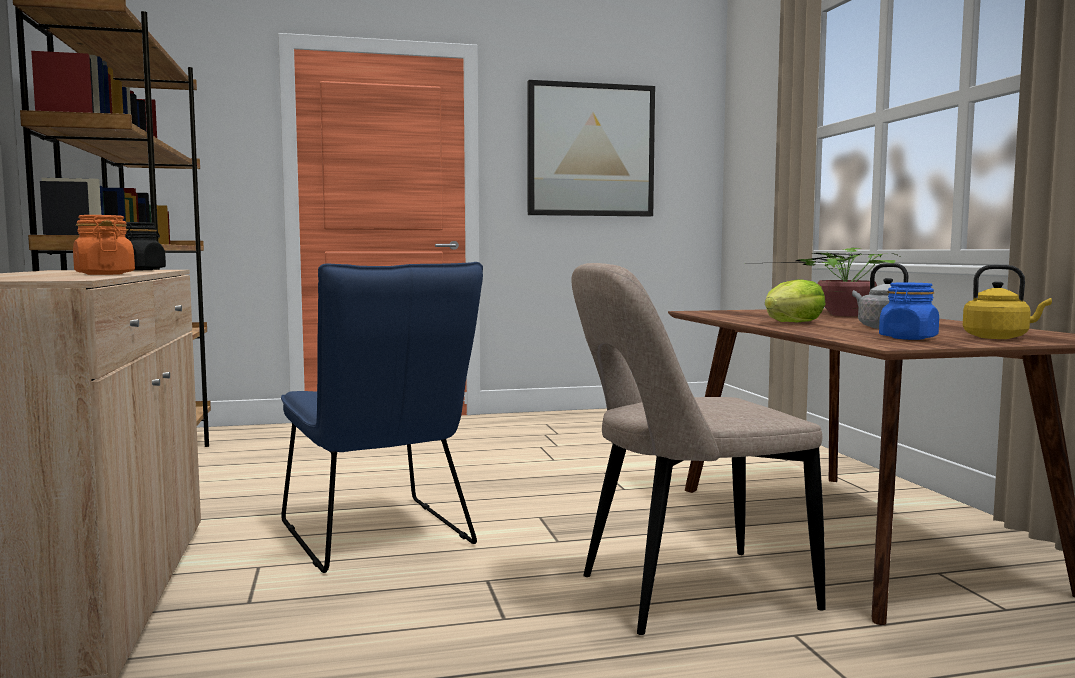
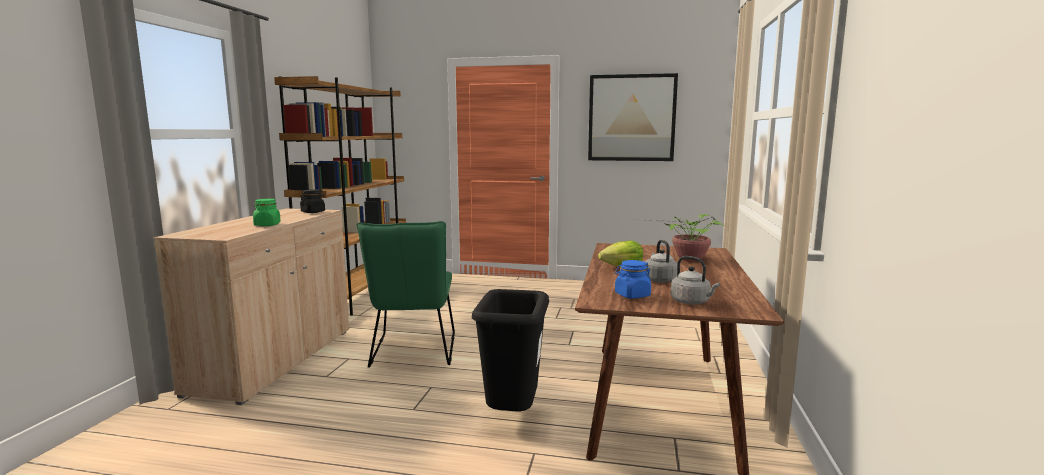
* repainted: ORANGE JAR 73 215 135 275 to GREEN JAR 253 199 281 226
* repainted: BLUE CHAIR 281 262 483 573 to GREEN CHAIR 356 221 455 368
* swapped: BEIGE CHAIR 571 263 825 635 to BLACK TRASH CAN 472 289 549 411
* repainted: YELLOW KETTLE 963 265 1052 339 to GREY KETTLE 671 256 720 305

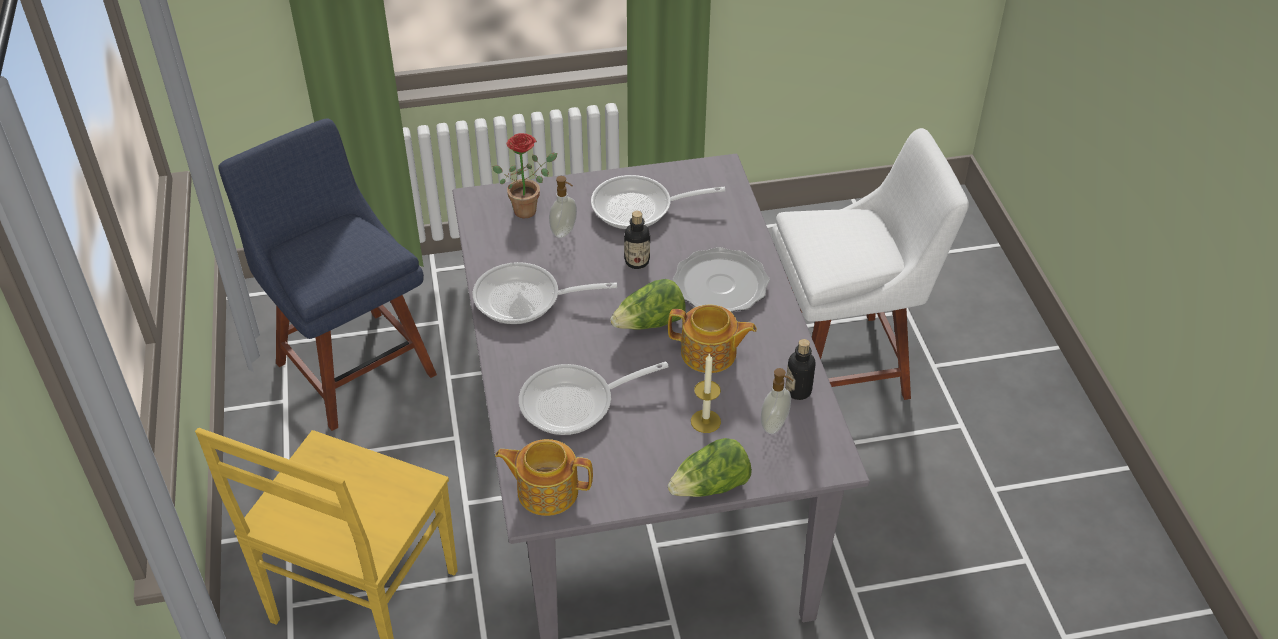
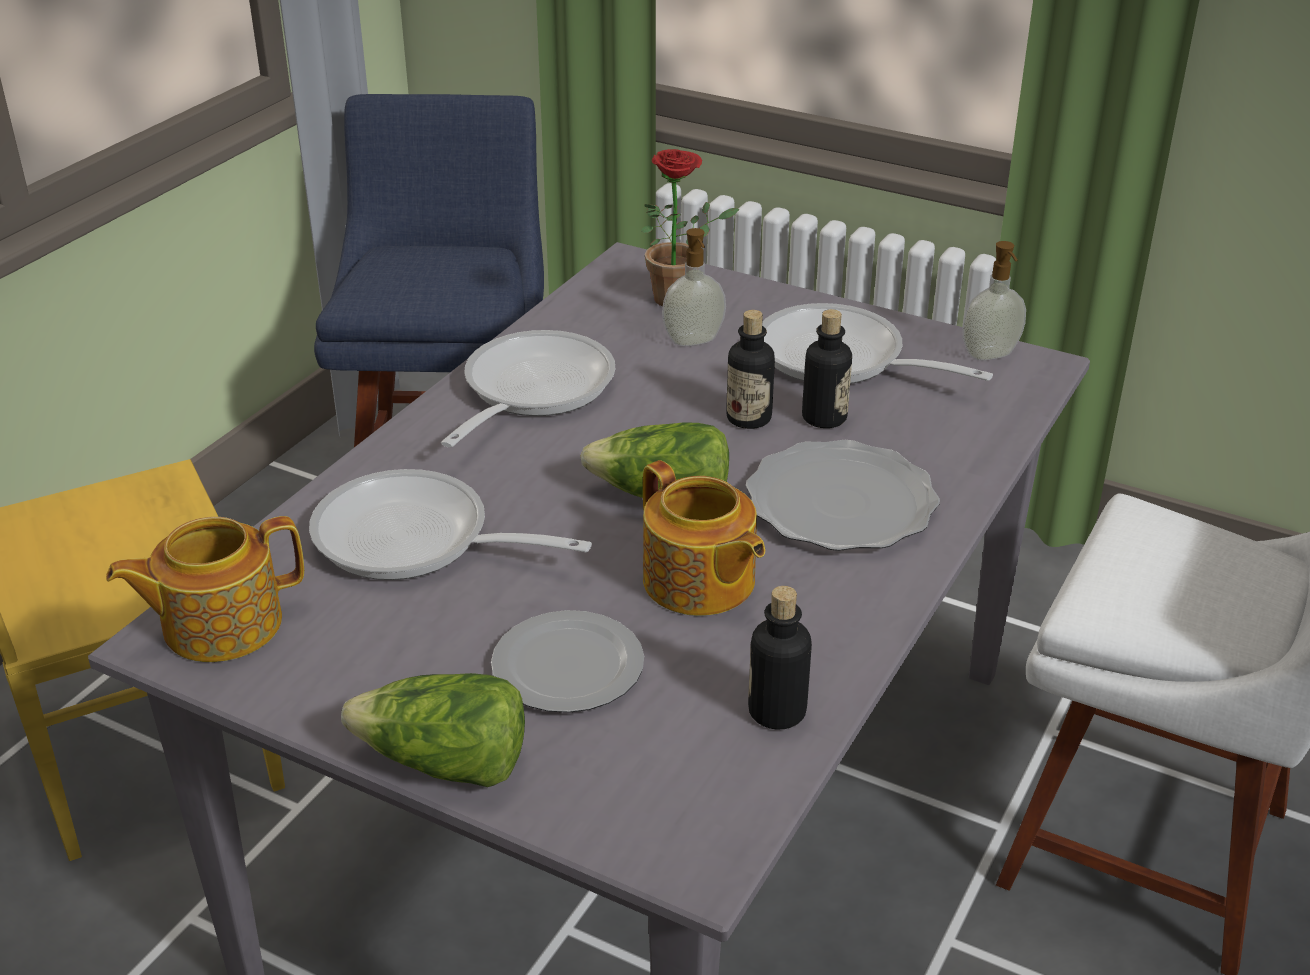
* rotated: TEAPOT 495 439 593 516 = 106 516 304 662 75 degrees counterclockwise
* rotated: FRYING PAN 473 262 617 324 = 441 330 615 447 75 degrees clockwise
* swapped: CANDLE 691 353 721 433 to PLATE 491 610 644 713
* new: BOTTLE 802 309 852 428
* shifted: SOAP DISPENSER 761 368 794 434 to 962 241 1026 360

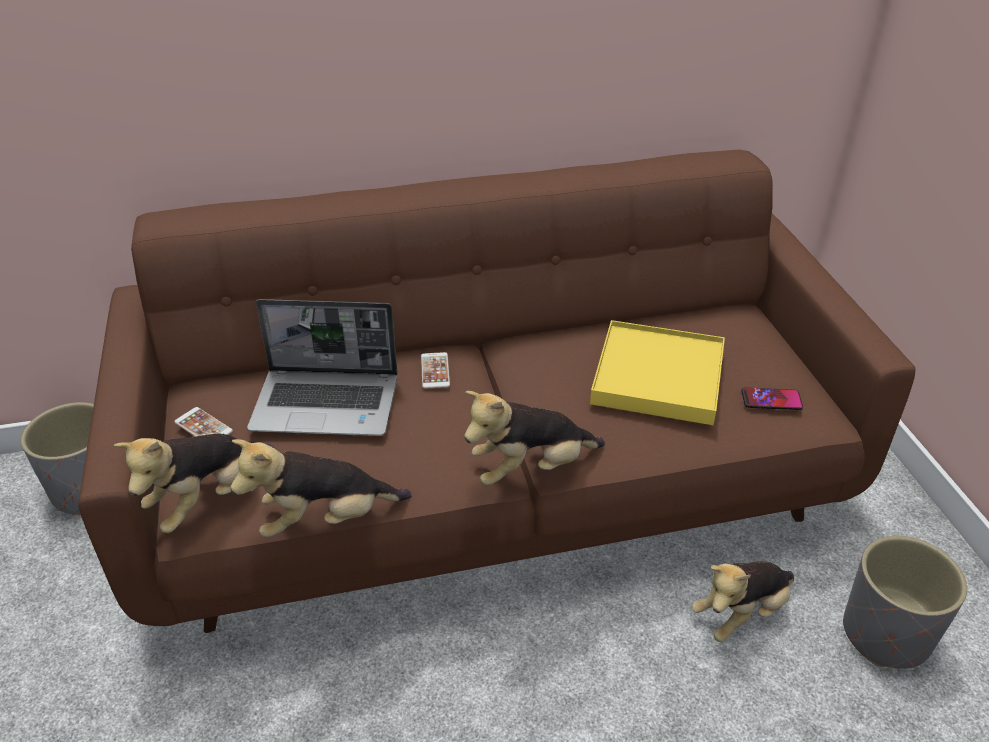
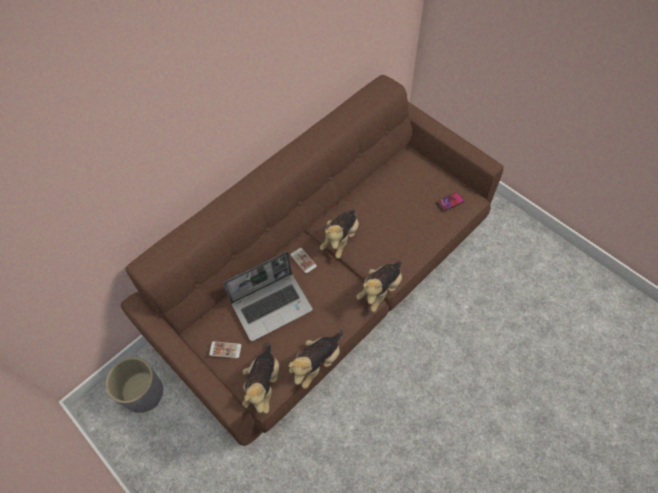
* shifted: PLUSH TOY 692 562 794 642 to 320 208 359 259
* gone: YELLOW TRAY 590 320 725 425
* gone: GREY PLANTER 843 536 967 669

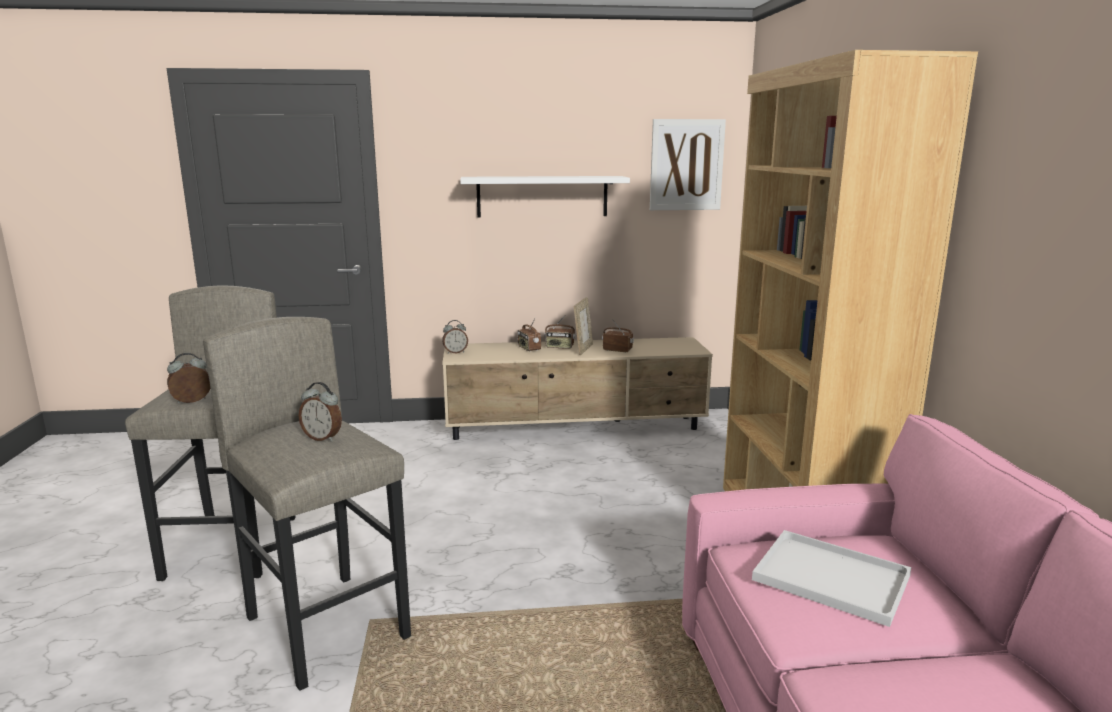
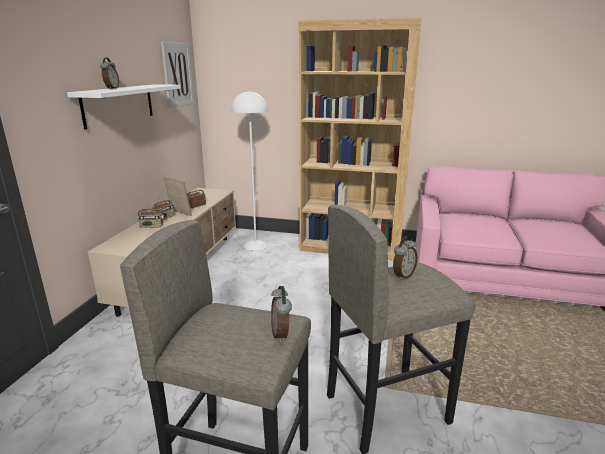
* shifted: ALARM CLOCK 442 320 468 354 to 100 57 119 89
* new: WHITE FLOOR LAMP 231 90 268 251
* gone: WHITE TRAY 752 530 911 627

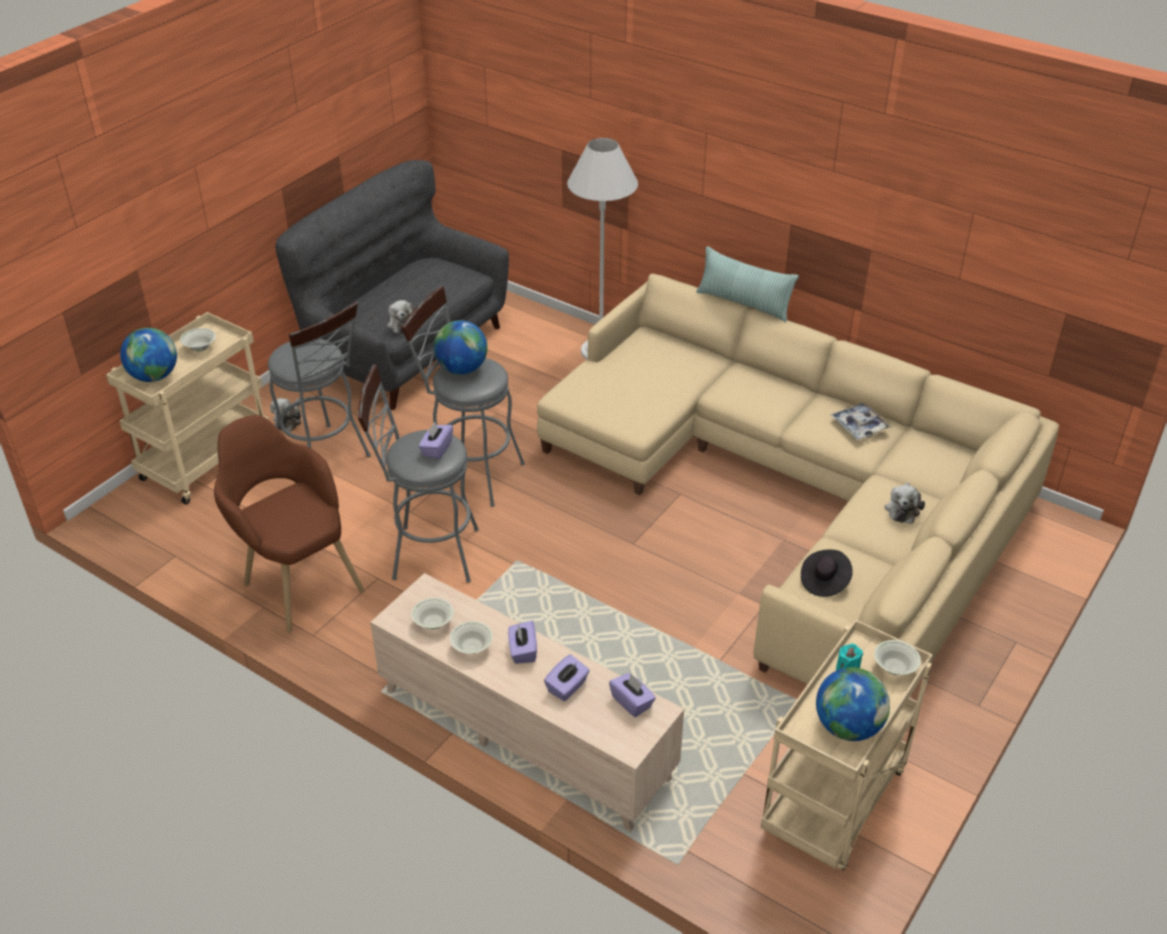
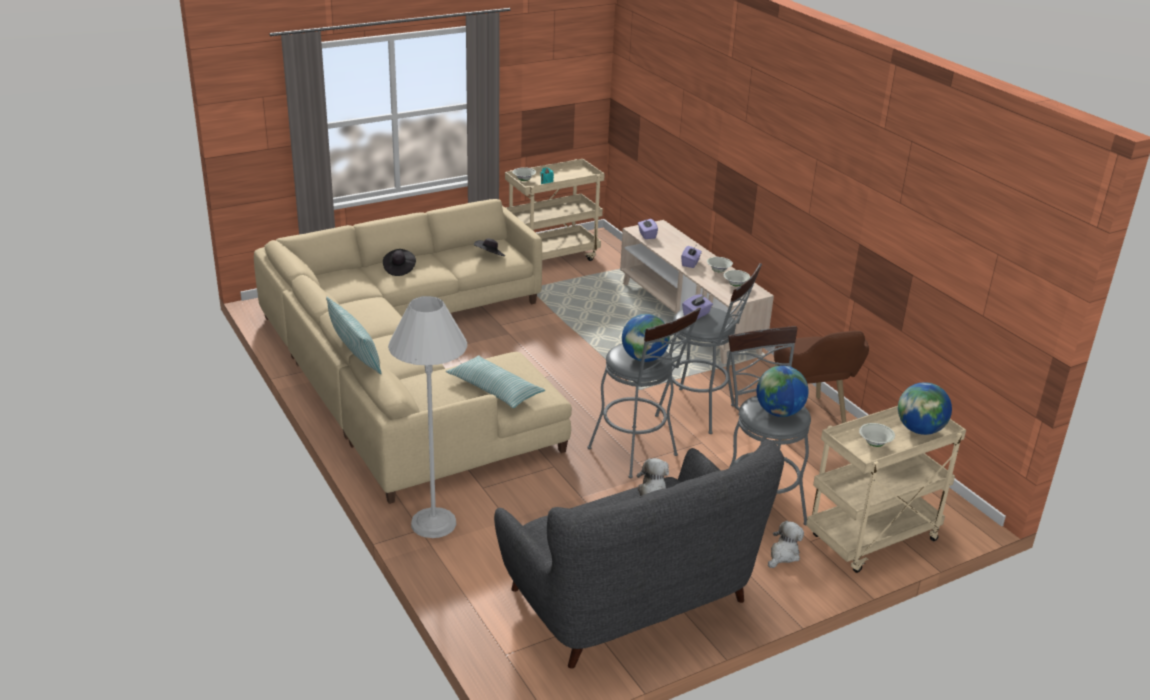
* swapped: PLUSH TOY 884 483 925 524 to BLACK HAT 383 249 416 276
* new: PILLOW 446 355 545 408
* shifted: GLOBE 816 667 890 741 to 756 365 809 417
* gone: PURPLE TISSUE BOX 544 655 590 701
* gone: TRAY 830 403 892 440

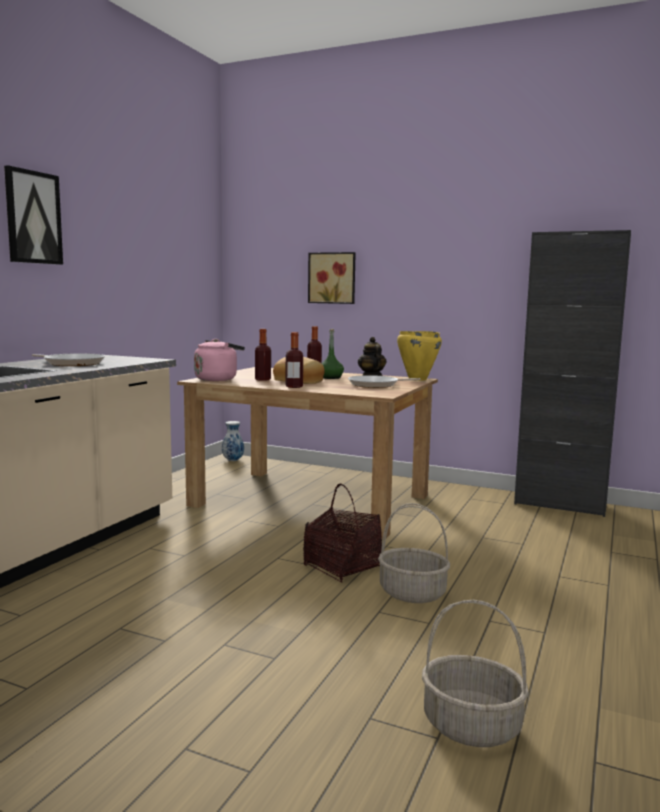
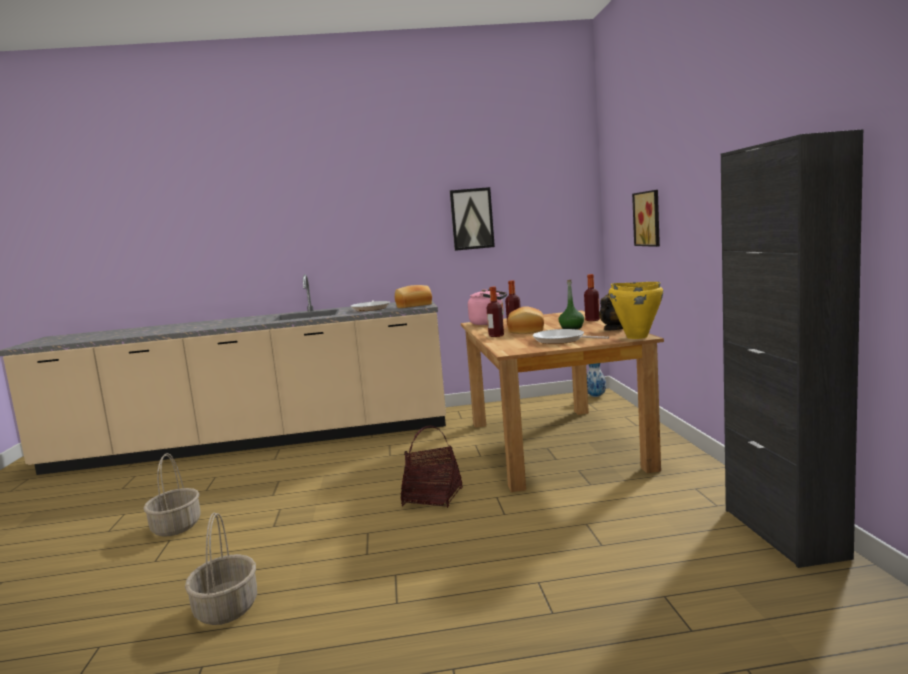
* shifted: BASKET 378 503 450 603 to 143 453 201 537
* new: BREAD 395 285 432 308
* shifted: PICTURE 4 165 63 265 to 450 187 495 251

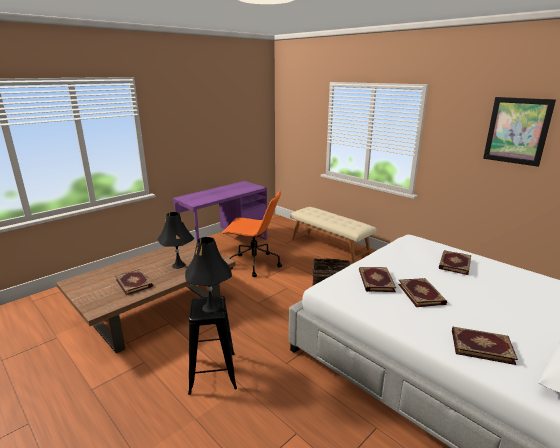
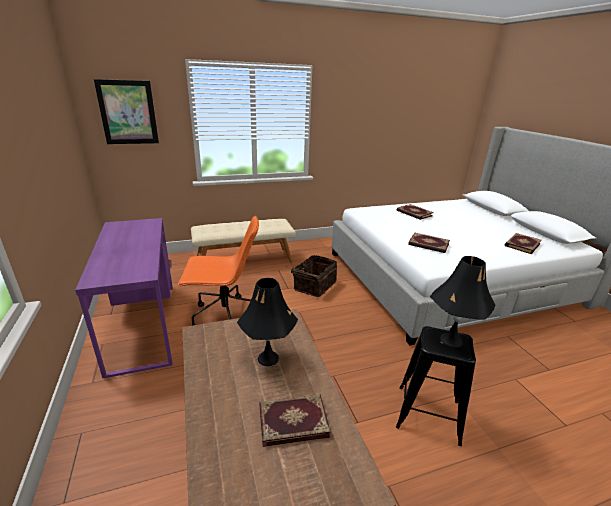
* shifted: PICTURE 483 97 556 167 to 94 79 159 144
* rotated: ORANGE OFFICE CHAIR 222 191 282 277 = 178 215 259 326 45 degrees clockwise
* gone: BOOK 398 278 447 307

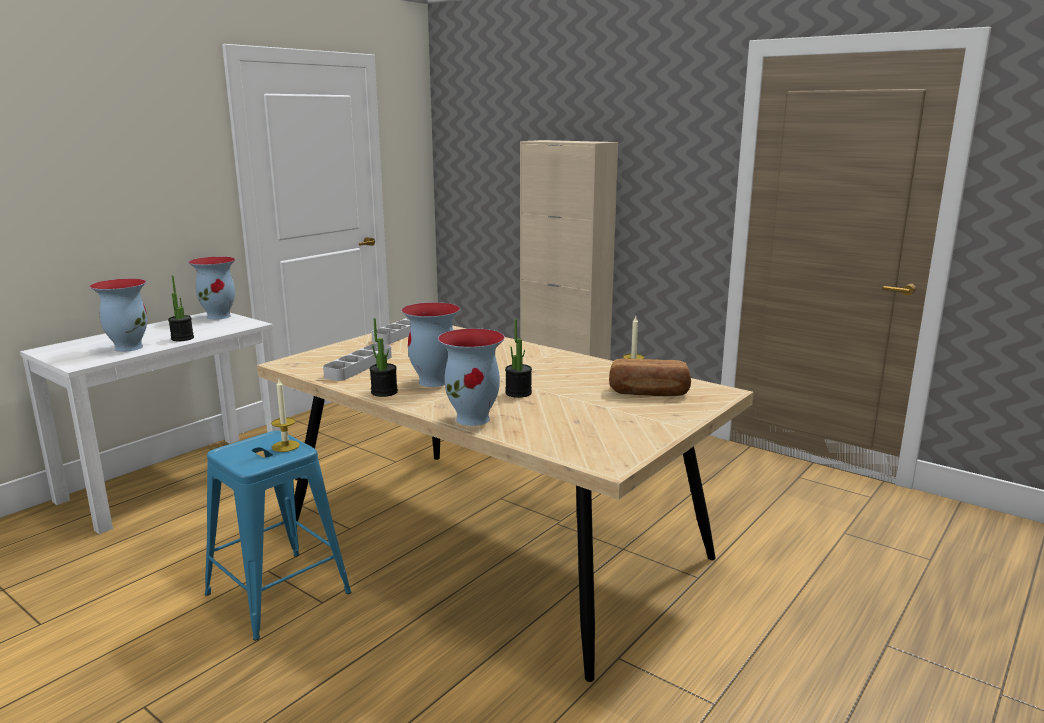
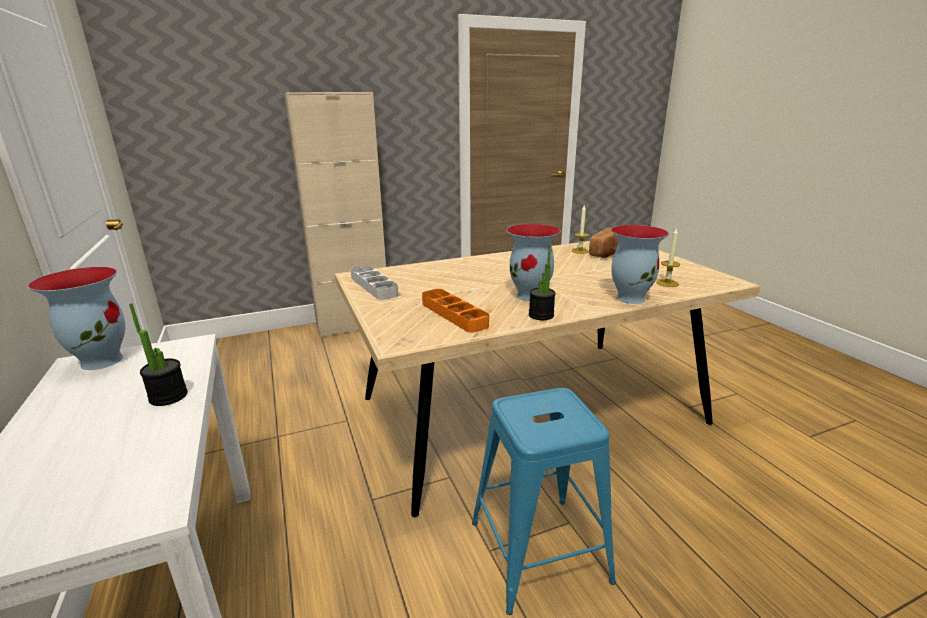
* repainted: GREY TRAY 323 343 392 381 to ORANGE TRAY 422 289 489 333
* shifted: CANDLE 271 379 300 452 to 656 227 681 287
* gone: VASE 90 278 147 352
* gone: POTTED PLANT 505 319 532 398

